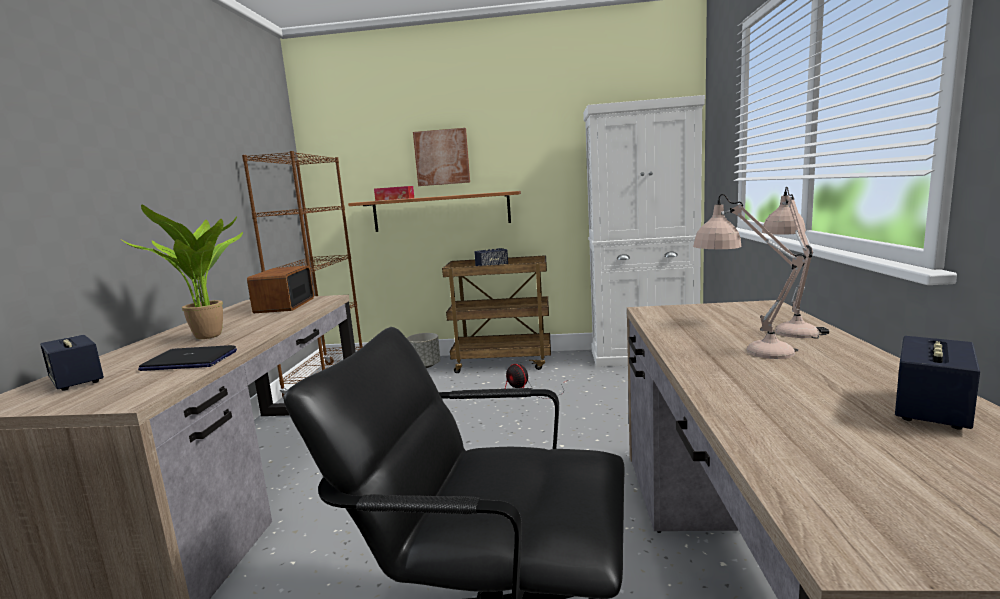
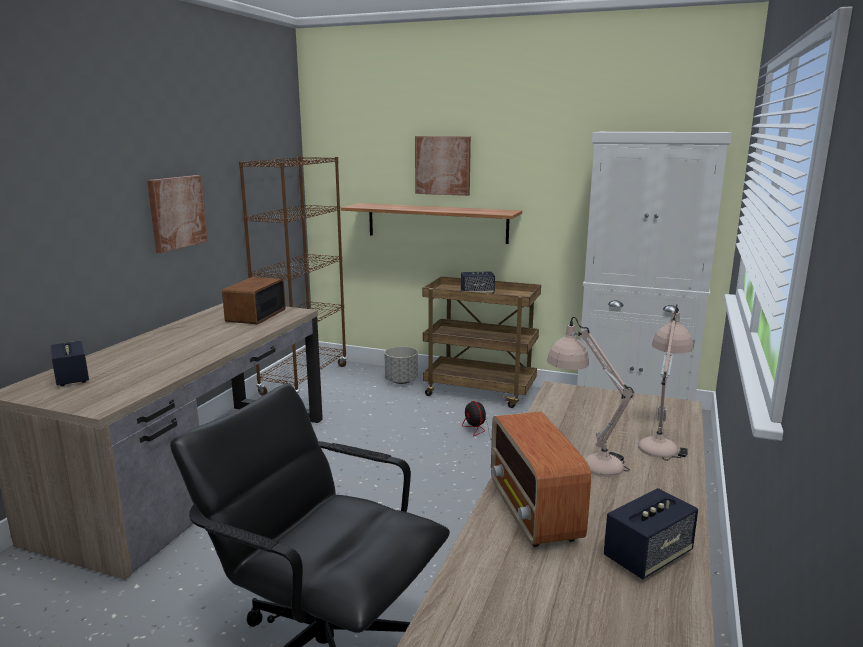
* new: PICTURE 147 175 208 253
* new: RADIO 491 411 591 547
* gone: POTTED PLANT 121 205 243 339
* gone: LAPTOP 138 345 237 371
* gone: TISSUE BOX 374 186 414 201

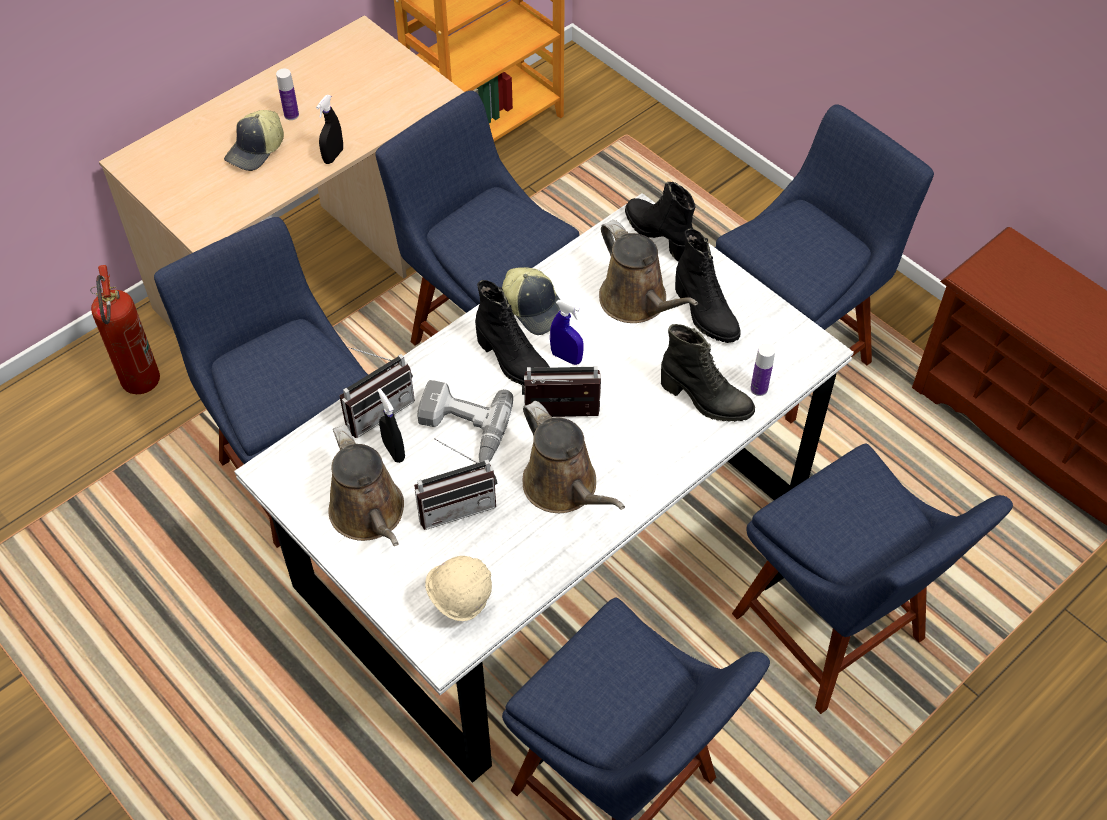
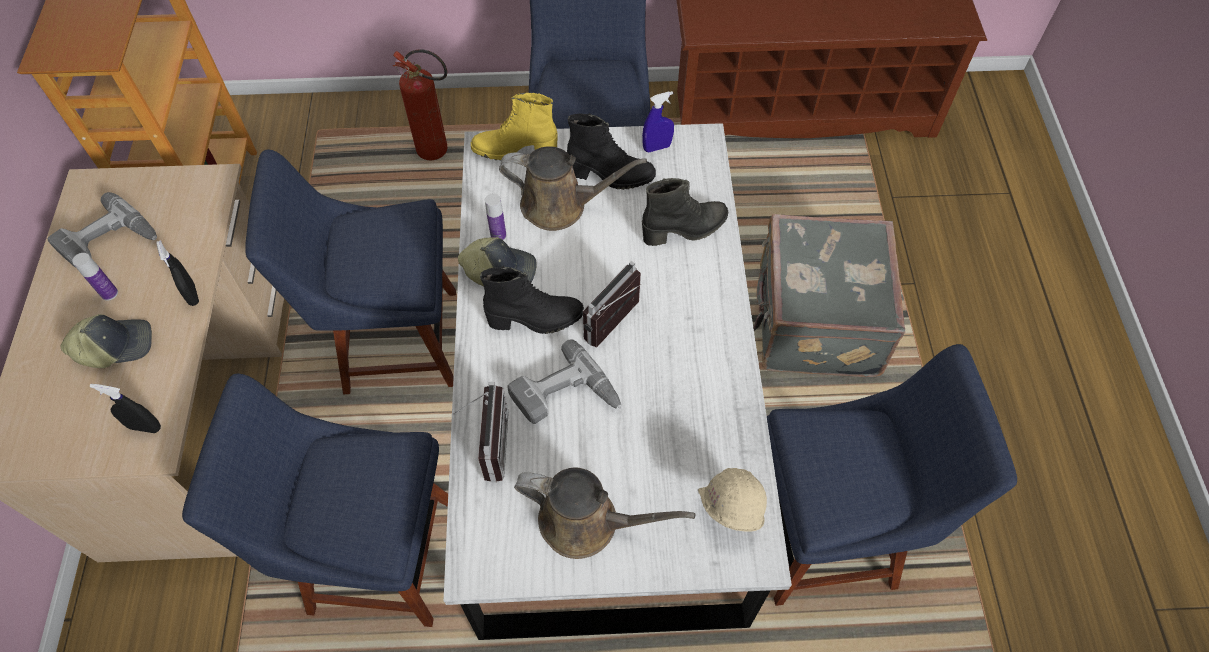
* new: POWER DRILL 47 192 157 267
* rotated: CAP 224 110 284 171 = 61 314 152 368 90 degrees counterclockwise
* shifted: BLACK SPRAY BOTTLE 377 388 405 463 to 90 384 161 433
* shifted: FIRE EXTINGUISHER 90 265 160 394 to 392 49 447 160
* repainted: BLACK BOOT 625 182 695 261 to YELLOW BOOT 471 92 558 160
* shifted: BOTTLE 750 343 775 396 to 485 194 506 241
* shifted: BLUE SPRAY BOTTLE 550 300 584 365 to 642 91 674 152
* swapped: BLUE CHAIR 732 443 1013 714 to GREY SUITCASE 753 214 905 377
* gone: RADIO 414 438 497 530
* gone: BROWN WATERING CAN 523 401 625 513

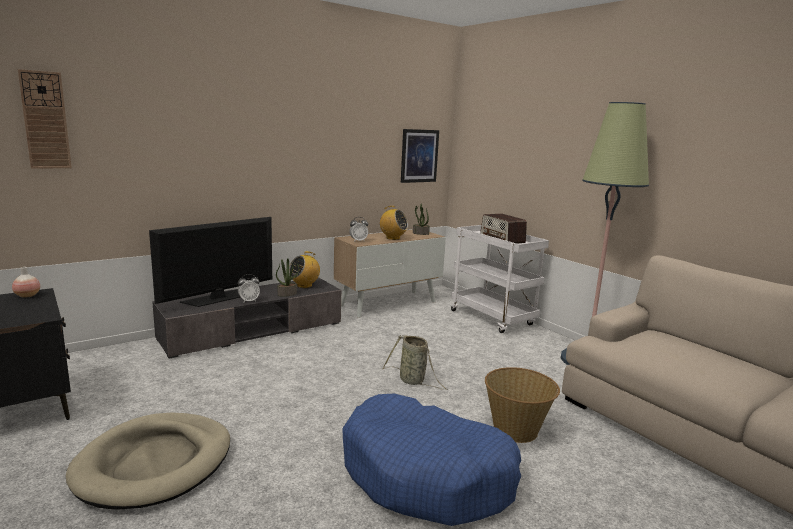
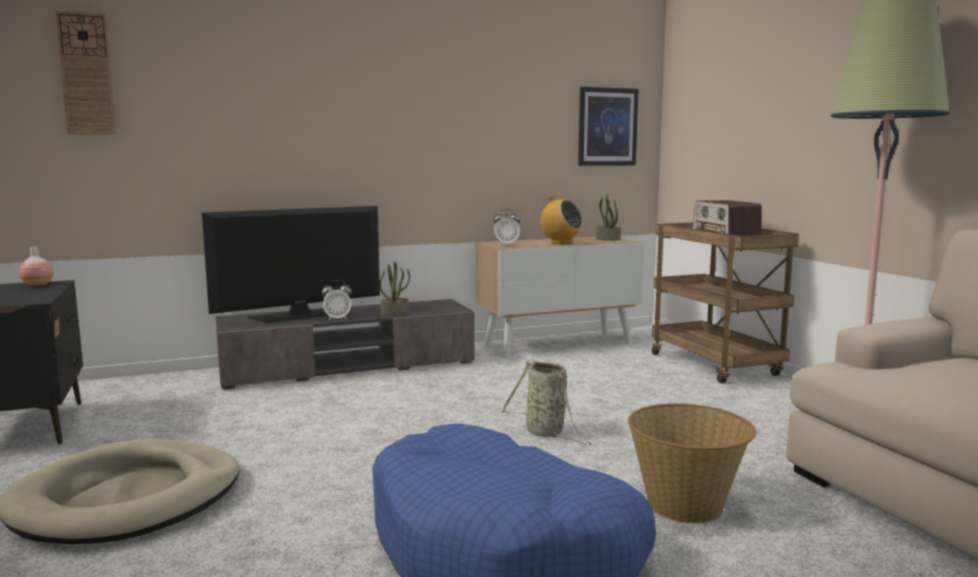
* repainted: WHITE CART 451 225 549 333 to BROWN CART 652 222 799 383
* gone: RADIO 289 251 320 288

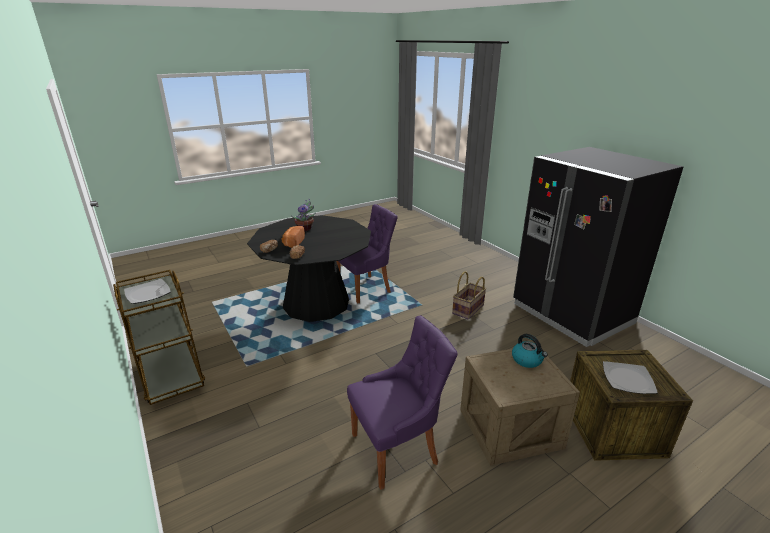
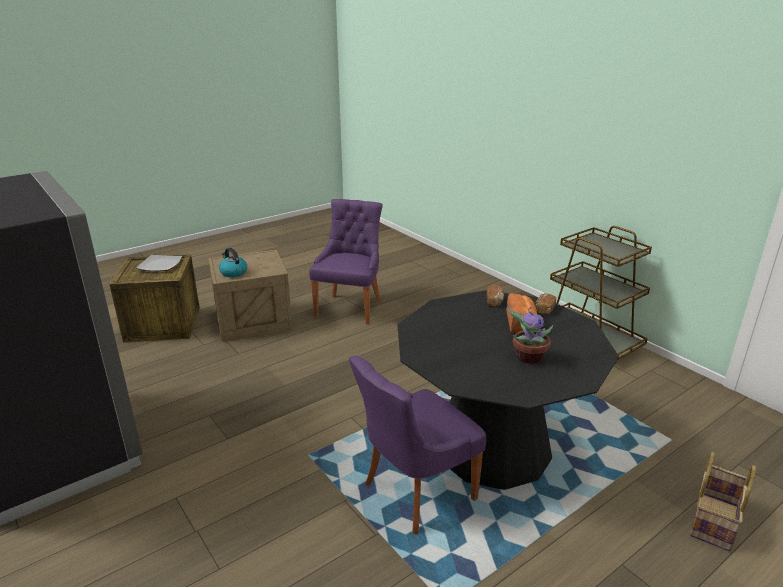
* rotated: PURPLE CHAIR 347 315 458 490 = 309 199 383 324 135 degrees clockwise
* shifted: BASKET 452 271 486 319 to 690 452 756 551
* gone: PLATE 124 279 171 304

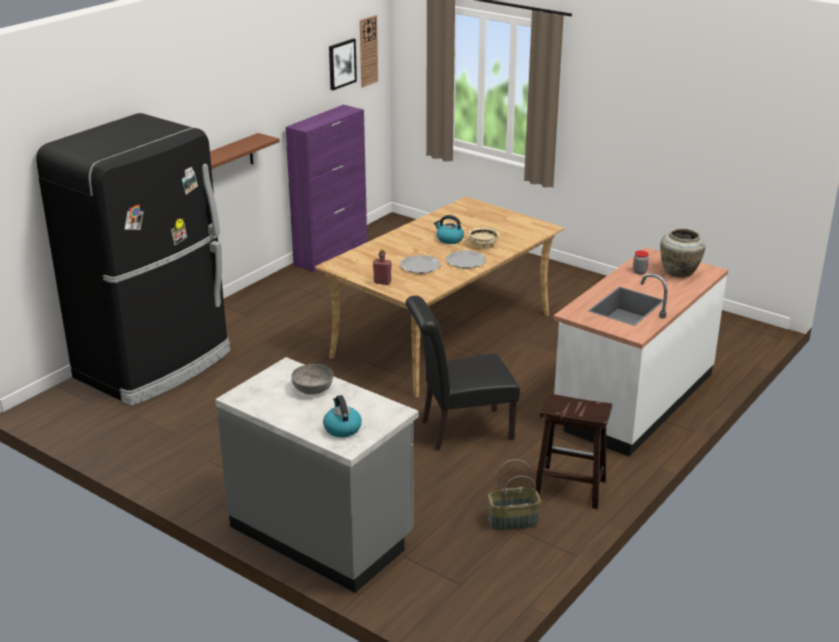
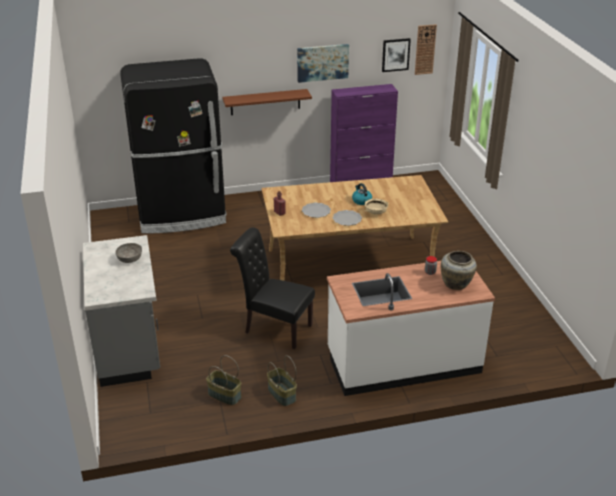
* swapped: BROWN STOOL 536 393 612 509 to BASKET 267 355 297 406
* new: PICTURE 297 44 349 83
* gone: KETTLE 323 395 362 437

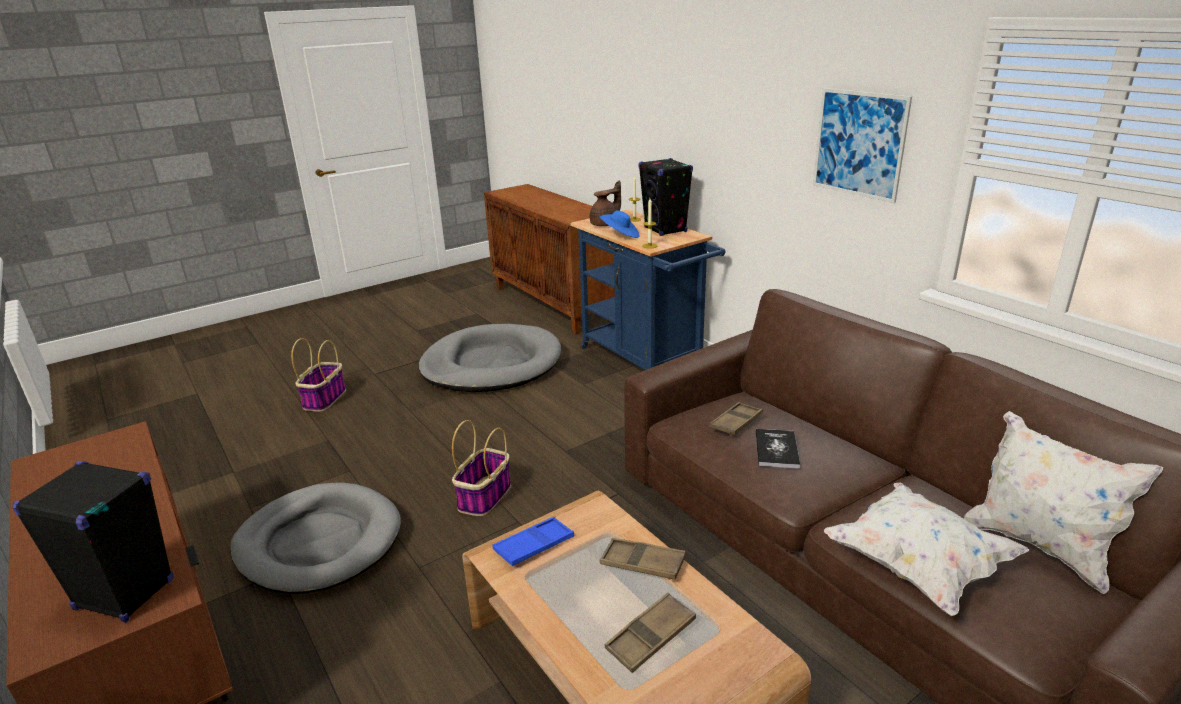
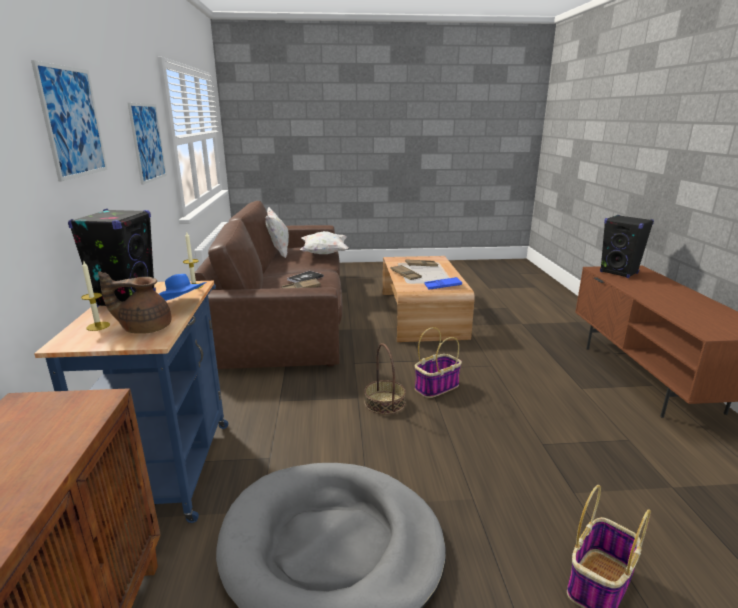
* new: PICTURE 31 60 108 181
* new: BASKET 364 343 406 415
* gone: GREY DOG BED 230 482 401 594

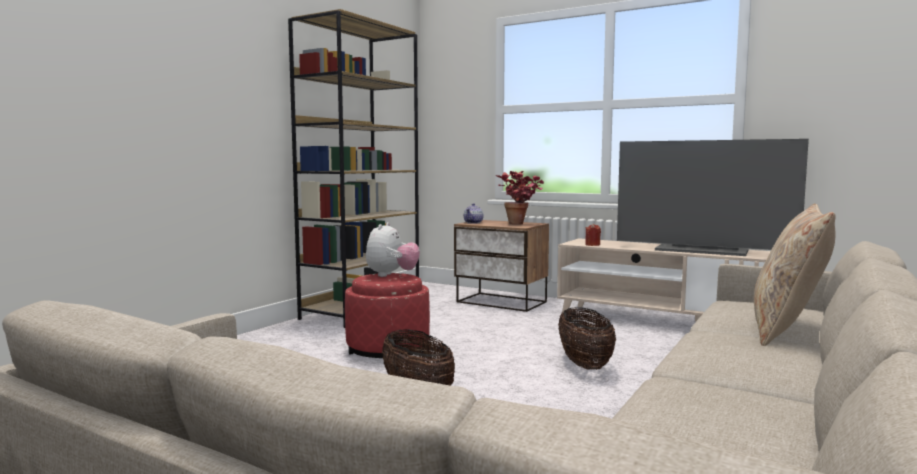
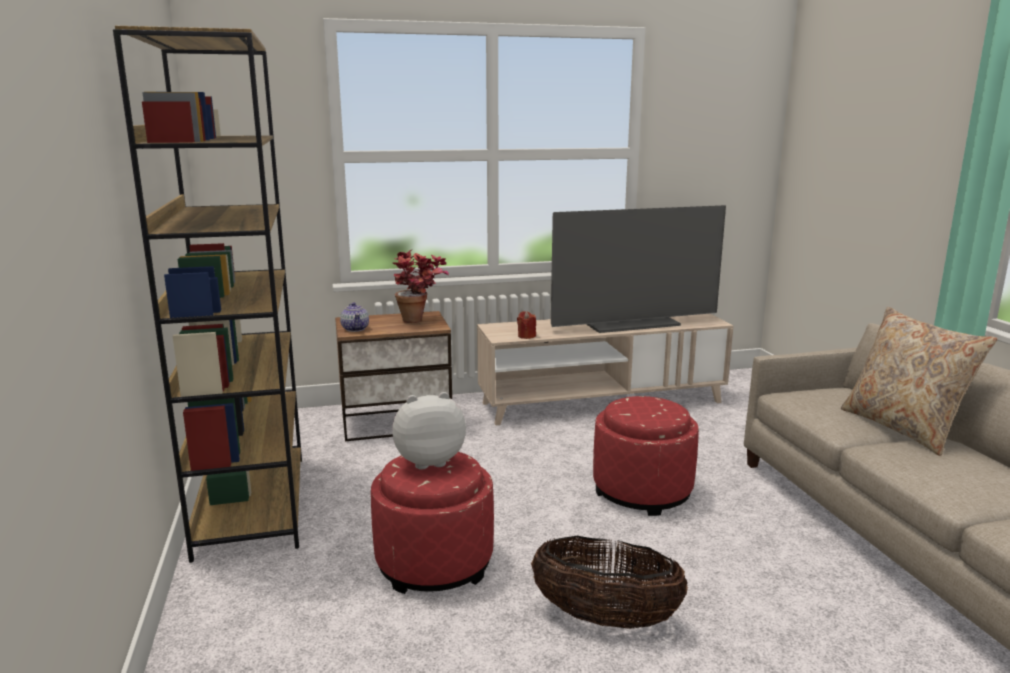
* rotated: PLUSH TOY 366 222 420 277 = 392 392 466 470 75 degrees counterclockwise
* swapped: BASKET 558 307 616 370 to RED OTTOMAN 593 396 699 516

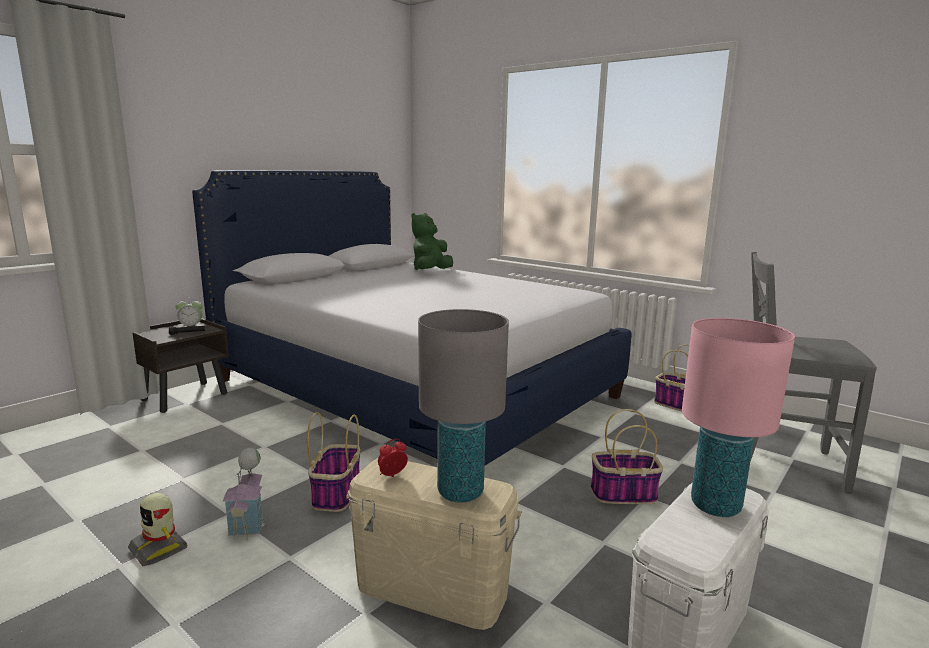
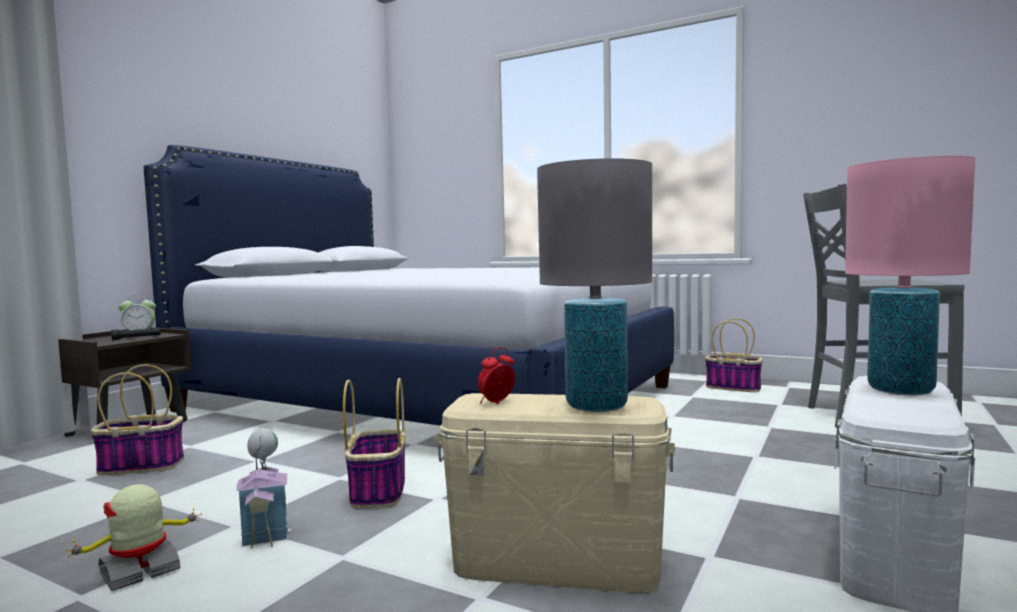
* rotated: TOY ROBOT 128 493 187 566 = 64 484 202 591 105 degrees clockwise
* shifted: BASKET 590 409 663 504 to 91 364 184 475
* gone: GREEN PLUSH TOY 411 213 453 270

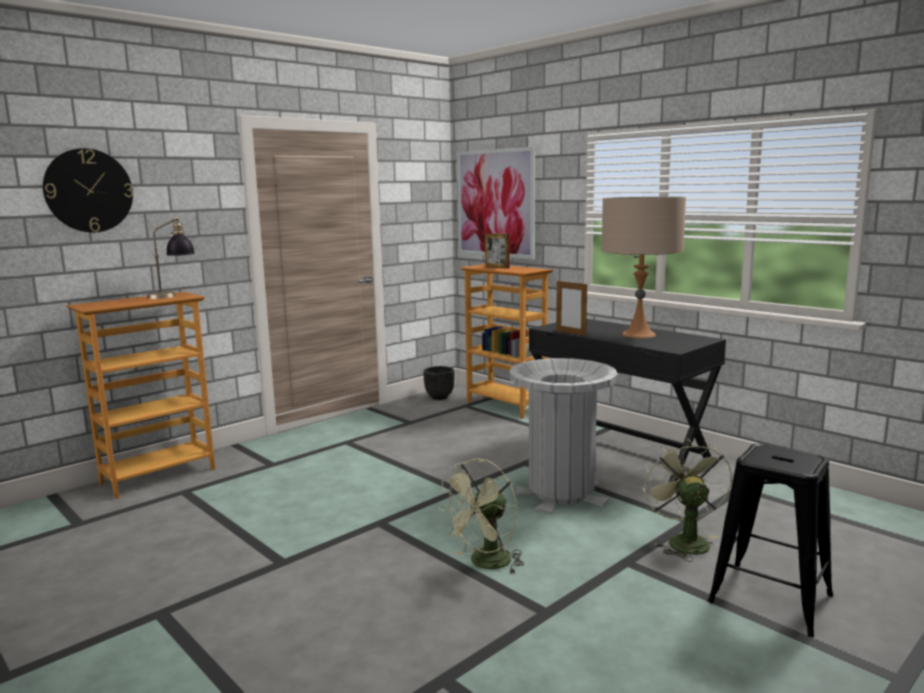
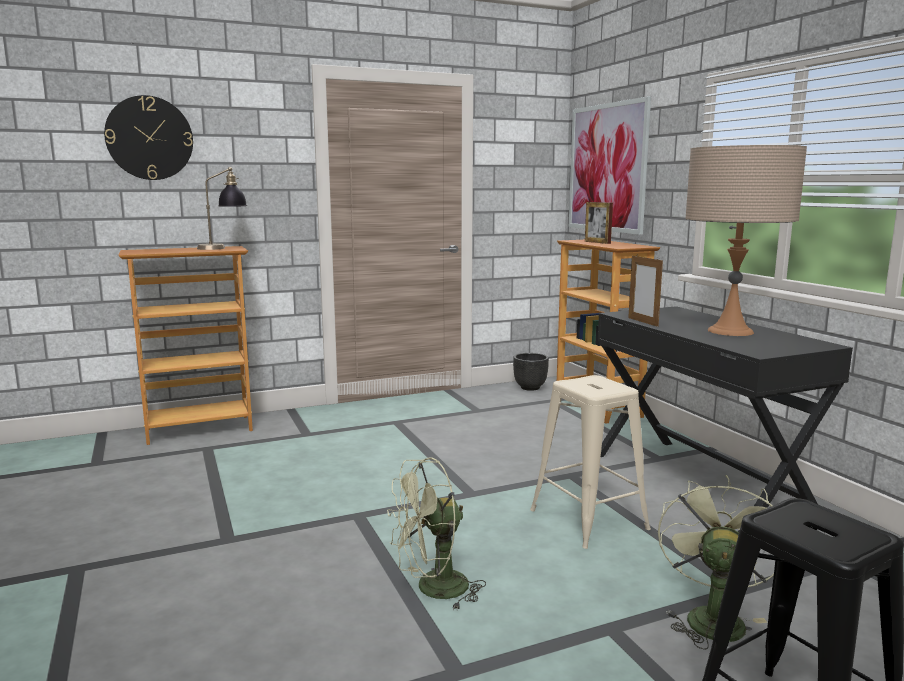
* swapped: GREY TRASH CAN 509 358 618 514 to BEIGE STOOL 530 375 651 549

